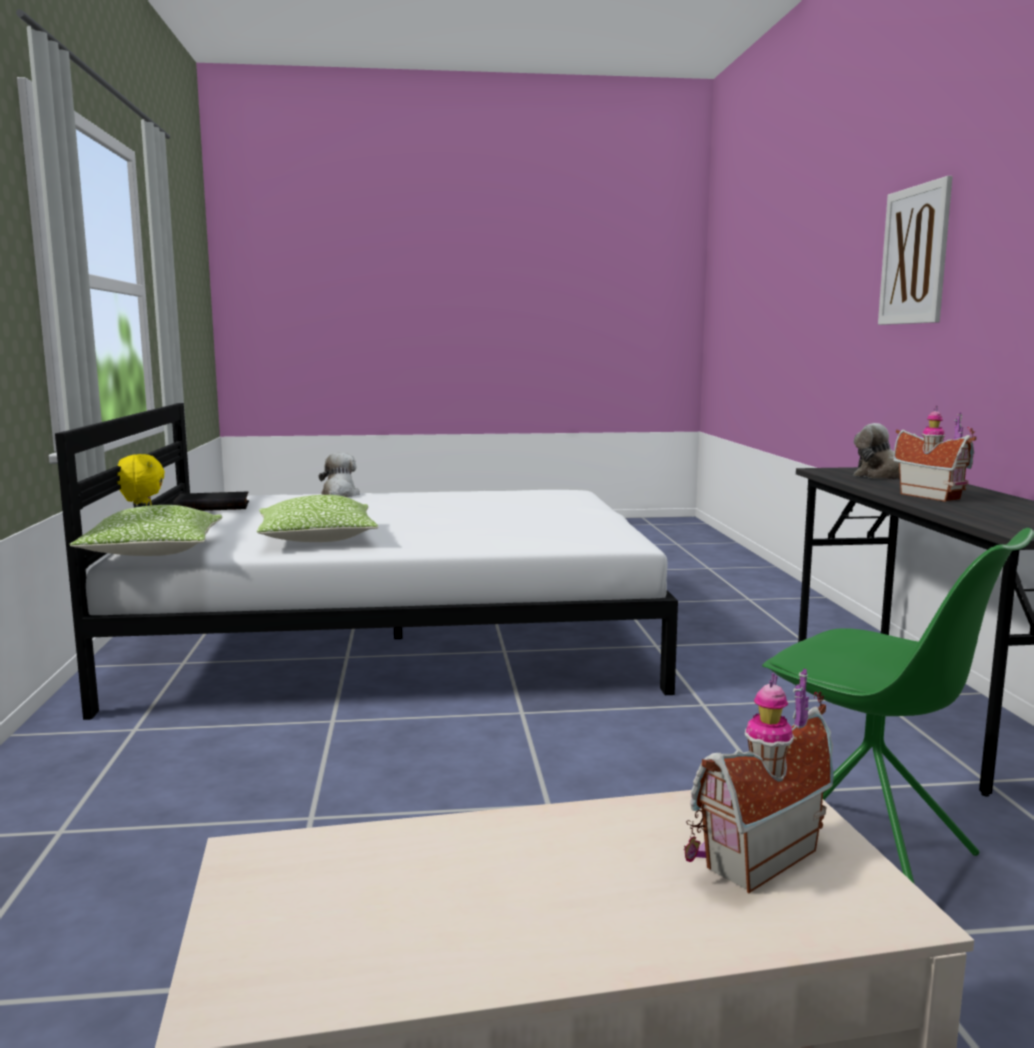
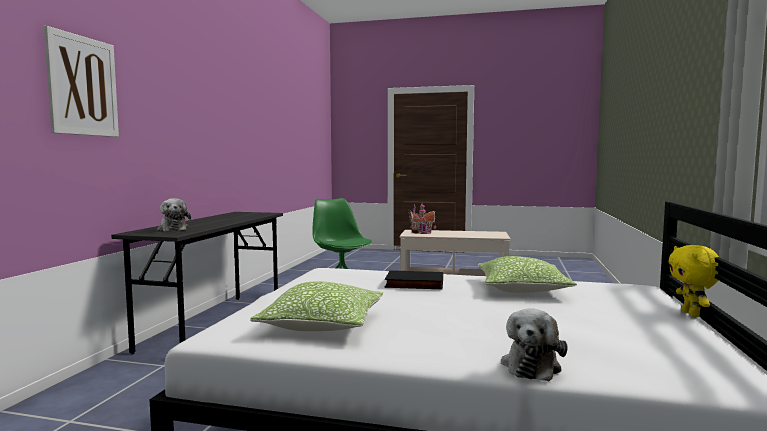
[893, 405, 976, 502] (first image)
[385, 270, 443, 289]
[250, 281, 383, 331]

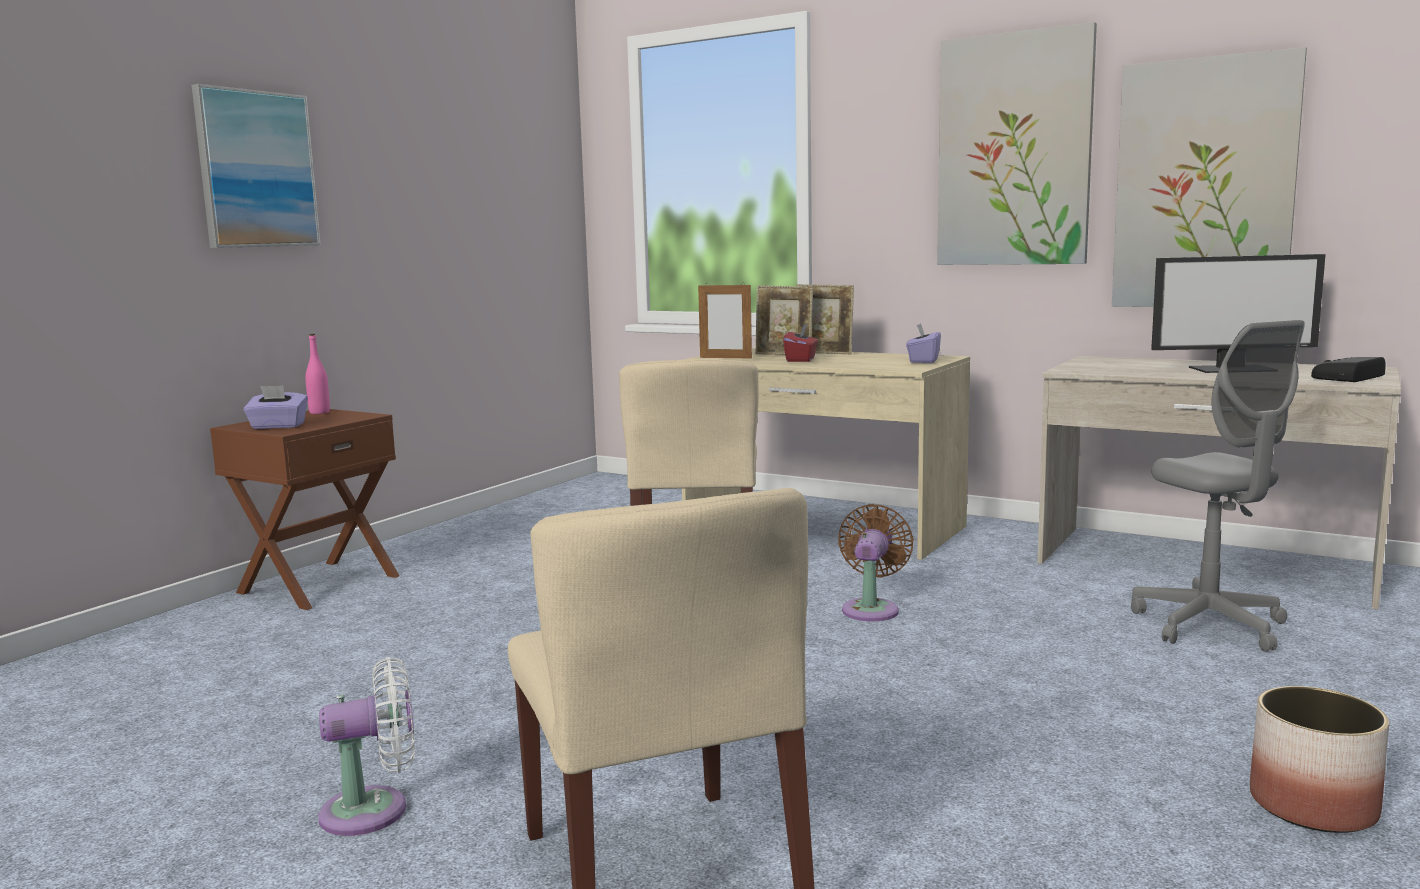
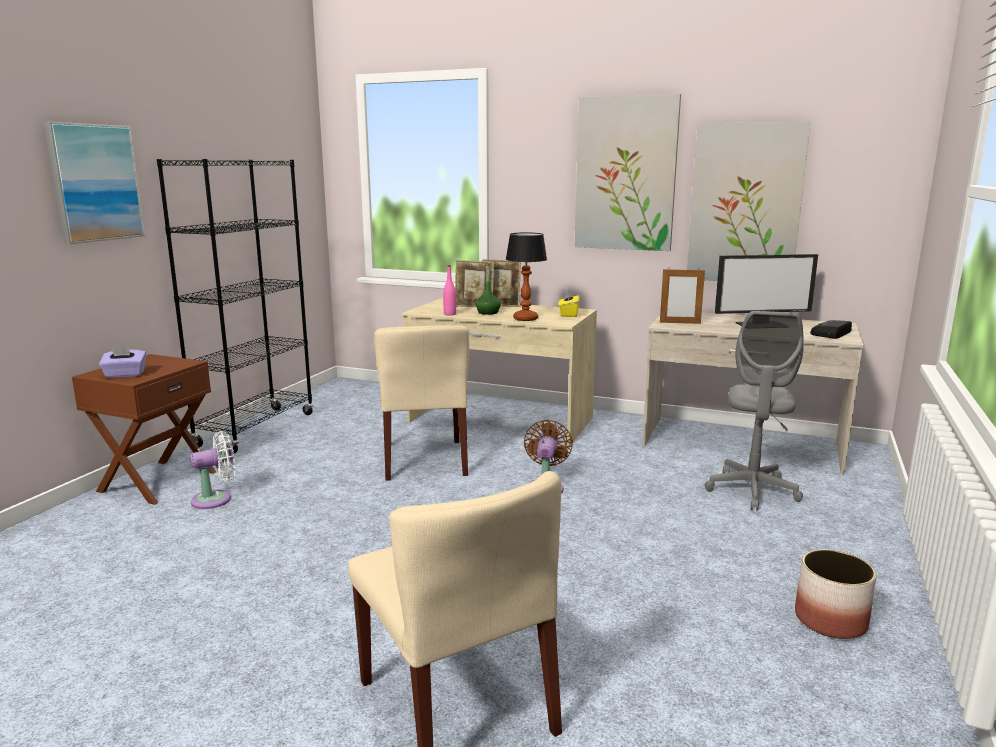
[660, 268, 705, 324]
[705, 311, 804, 511]
[559, 291, 580, 317]
[476, 265, 501, 315]
[443, 265, 456, 316]
[190, 431, 236, 509]
[157, 159, 313, 454]
[506, 232, 547, 321]

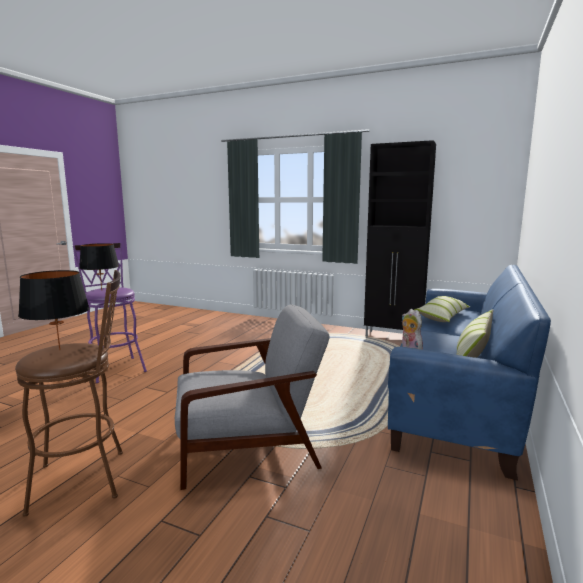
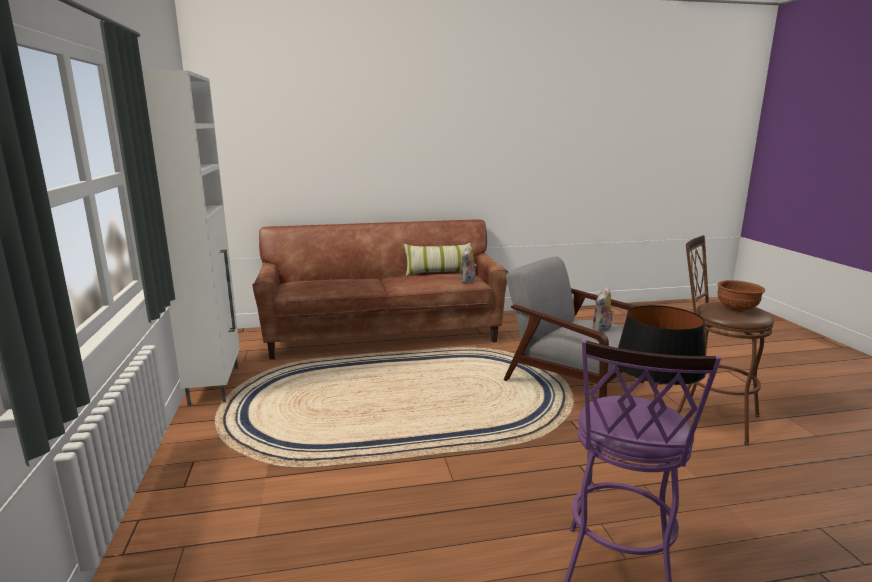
[142, 70, 240, 406]
[253, 220, 508, 359]
[717, 280, 765, 312]
[414, 296, 470, 322] (first image)
[592, 288, 614, 333]

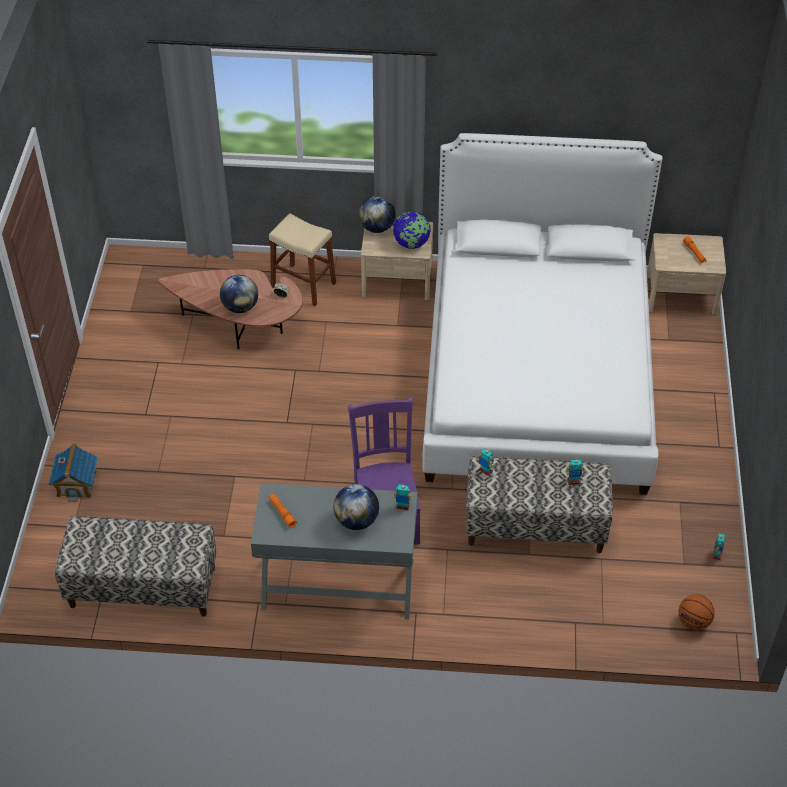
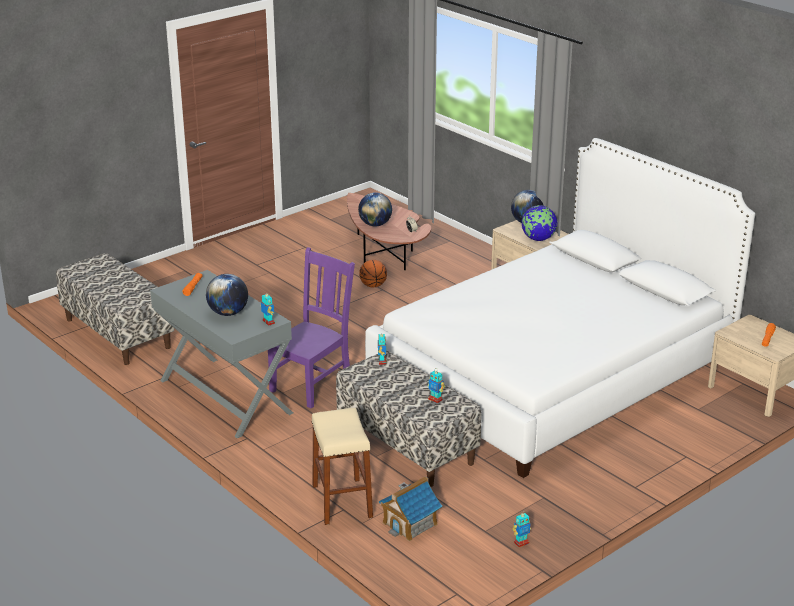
[311, 408, 373, 525]
[379, 476, 442, 542]
[359, 260, 387, 287]

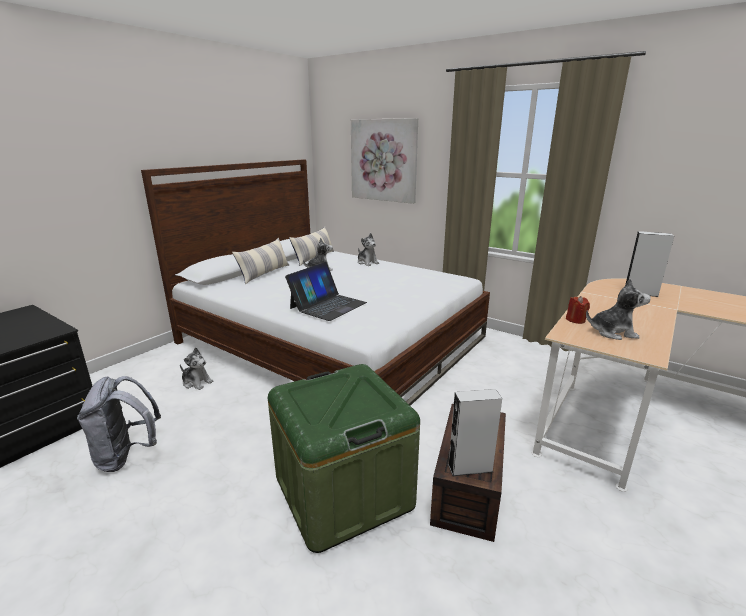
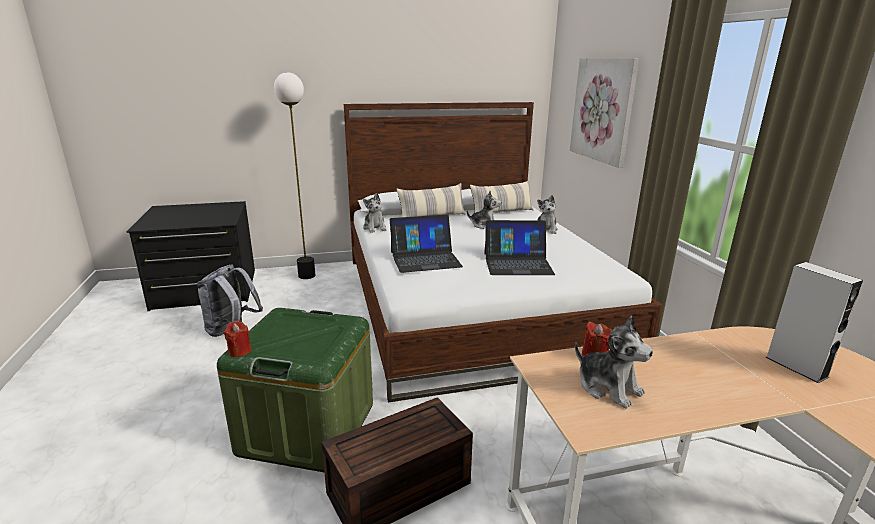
[363, 193, 387, 232]
[448, 389, 502, 476] (first image)
[274, 72, 315, 279]
[484, 220, 555, 275]
[224, 321, 252, 357]

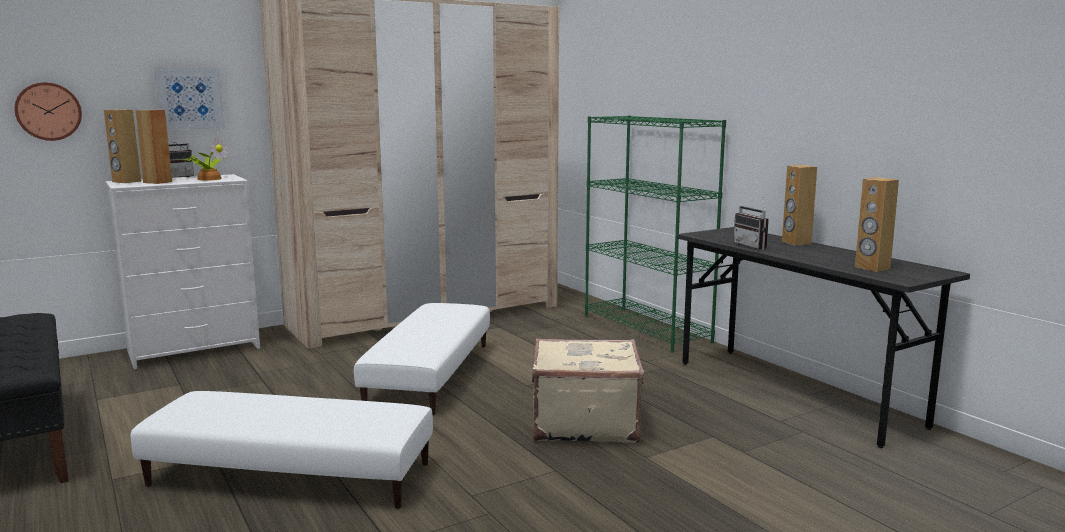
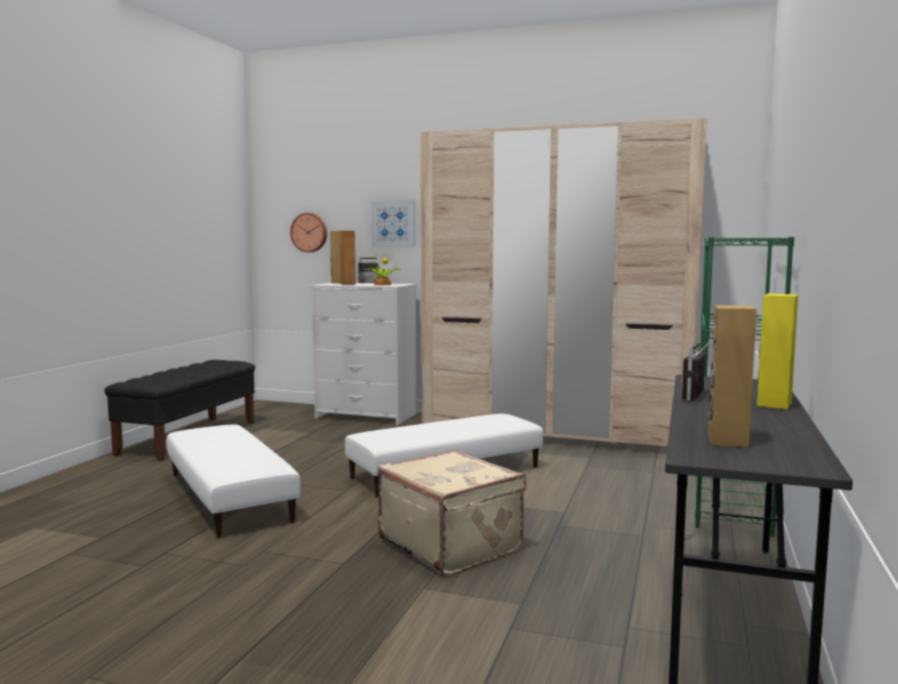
[757, 294, 798, 409]

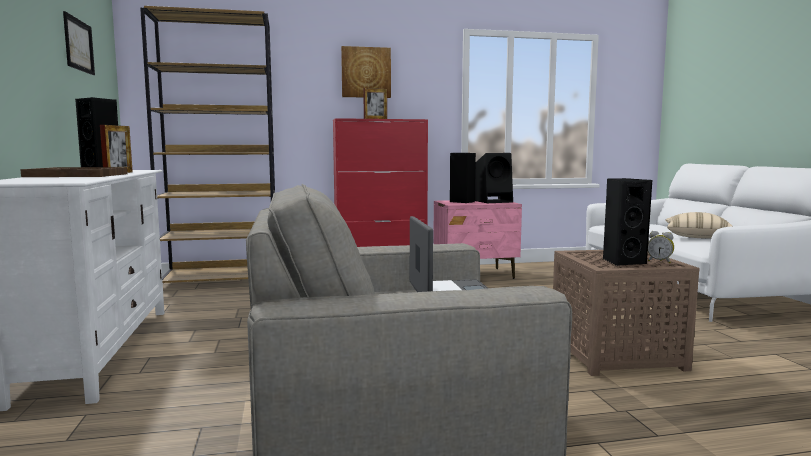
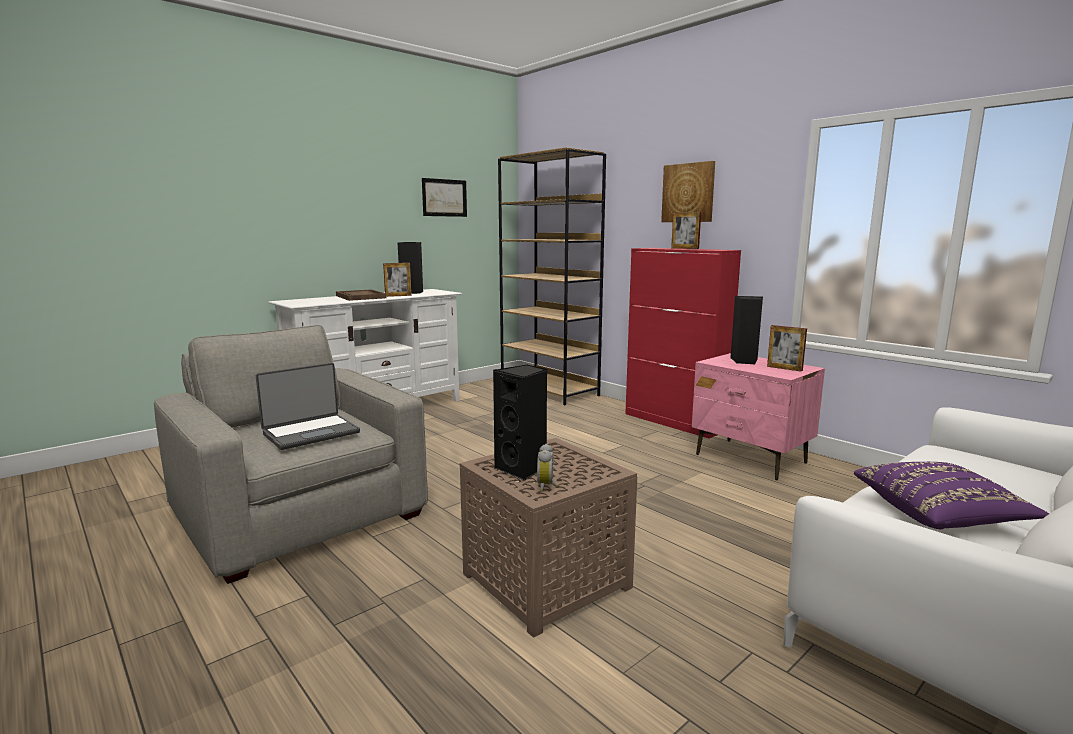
[767, 325, 807, 372]
[854, 462, 1049, 530]

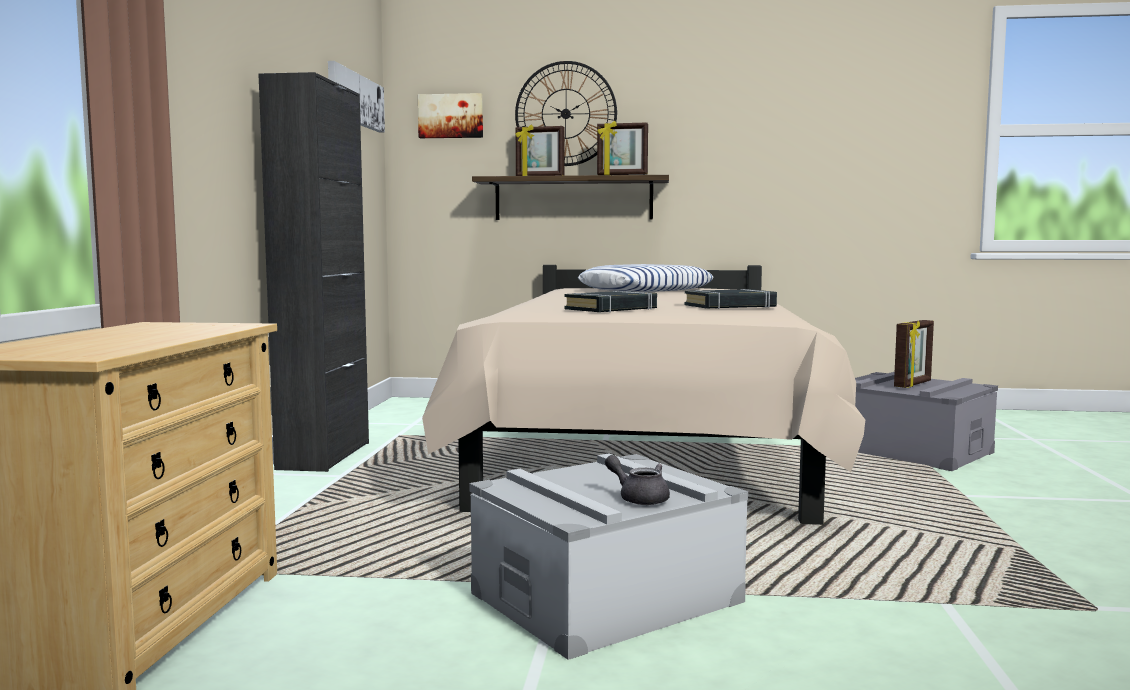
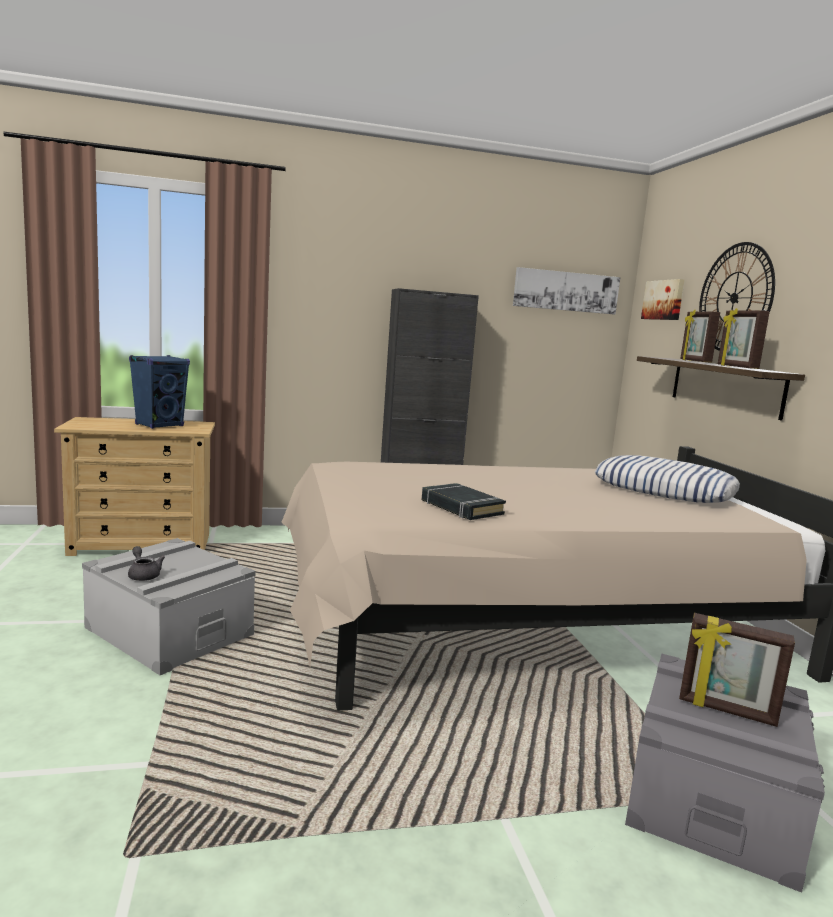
[564, 291, 657, 312] (first image)
[128, 546, 165, 581]
[129, 355, 190, 429]

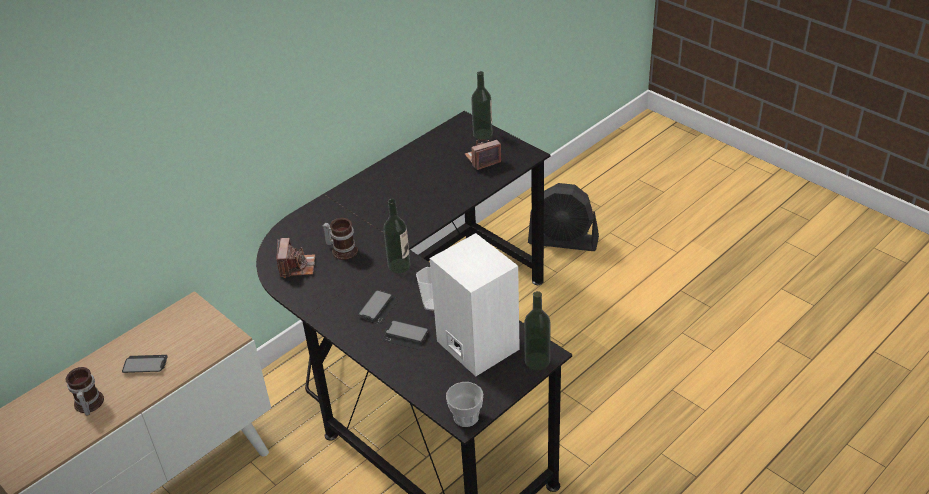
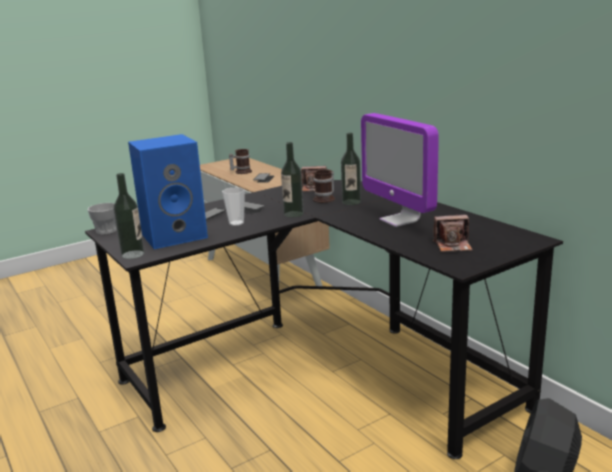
[341, 133, 361, 205]
[433, 214, 473, 252]
[128, 134, 208, 249]
[361, 113, 439, 227]

